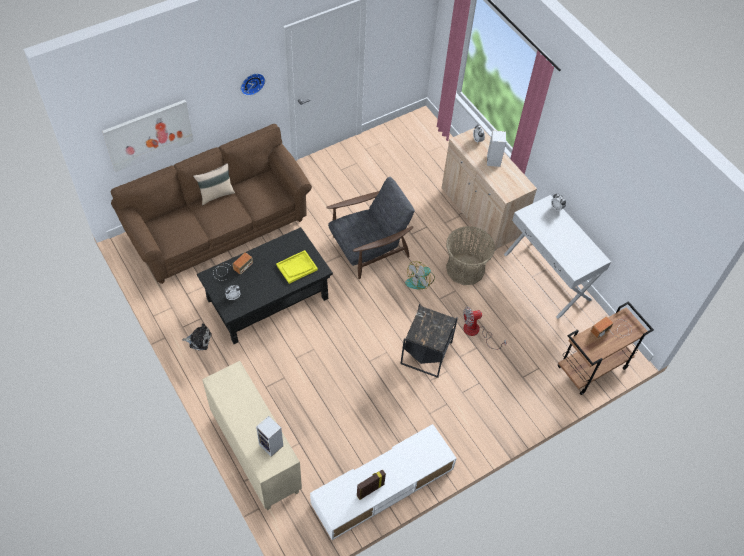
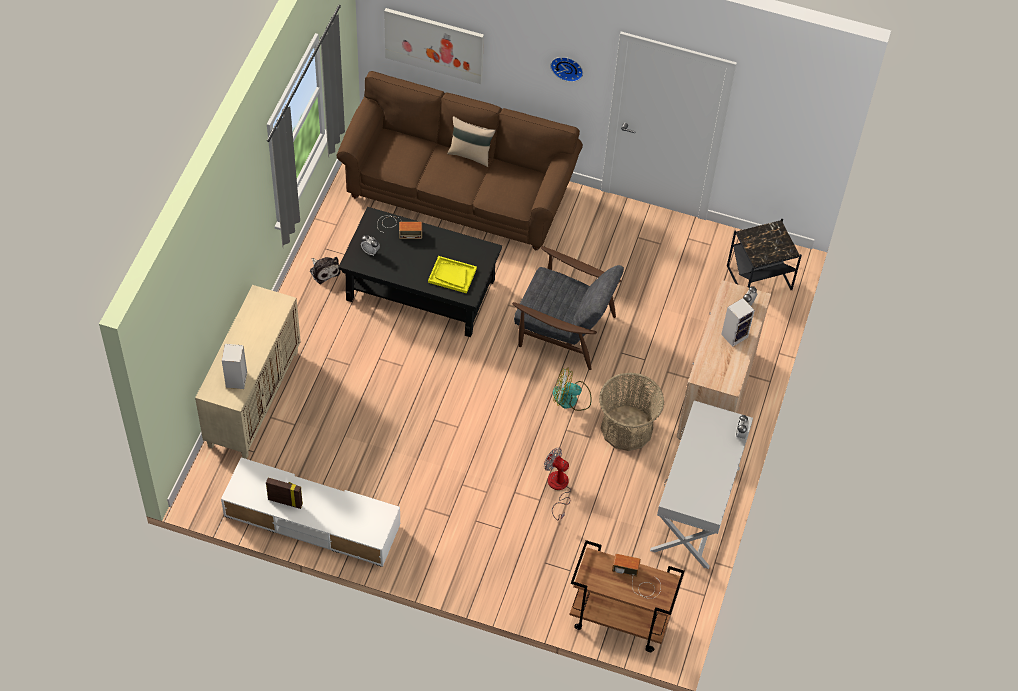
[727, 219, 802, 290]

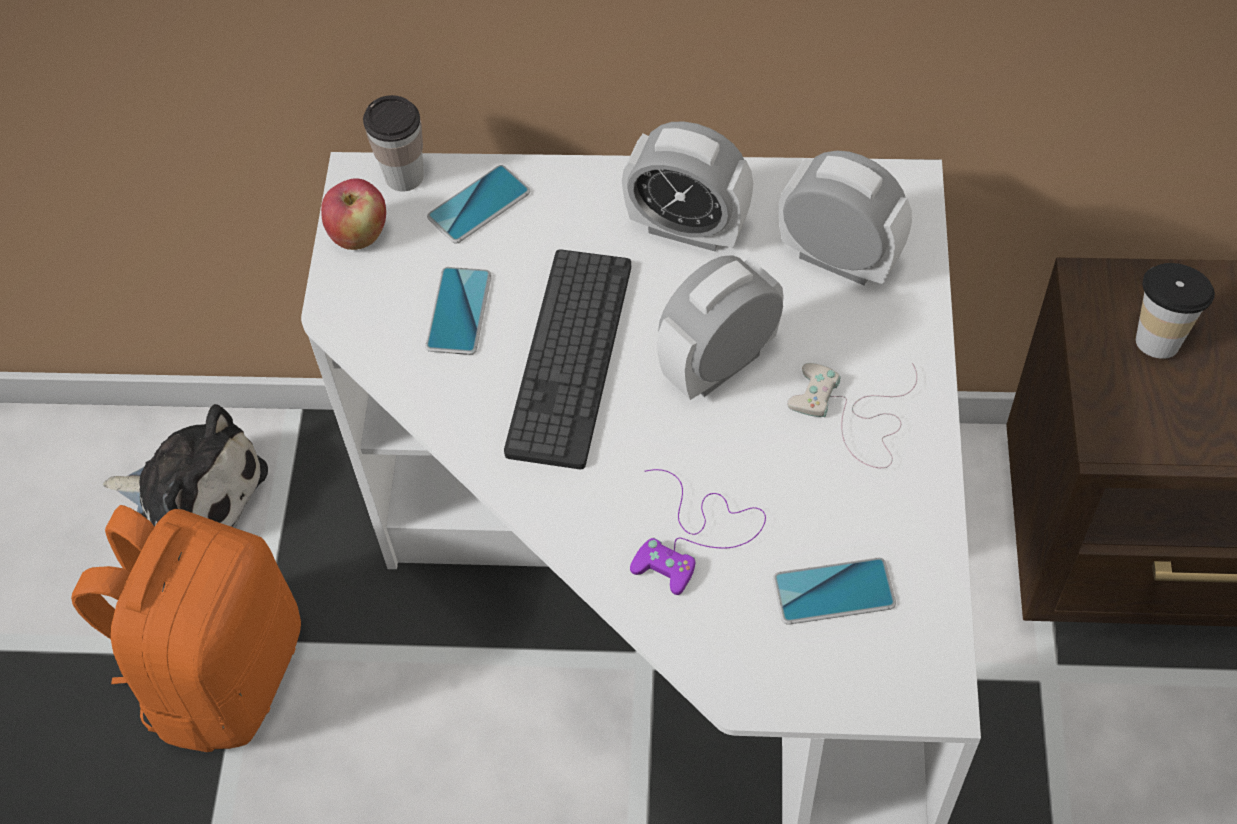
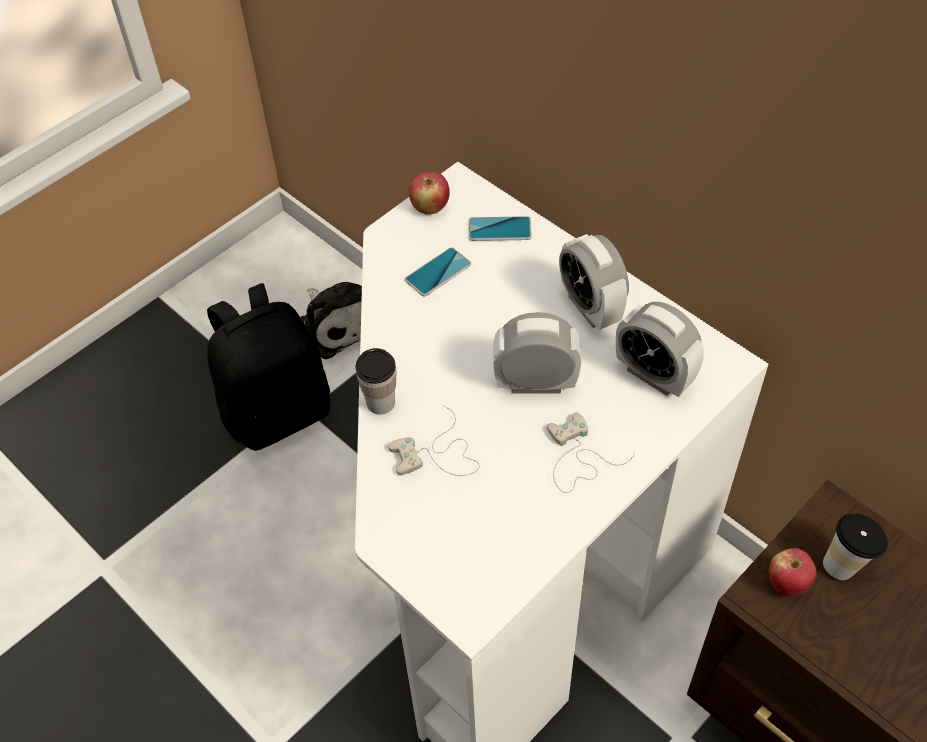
[355, 348, 396, 415]
[616, 302, 704, 397]
[504, 249, 631, 469] (first image)
[388, 406, 480, 476]
[207, 283, 330, 451]
[773, 558, 896, 625] (first image)
[769, 548, 816, 596]

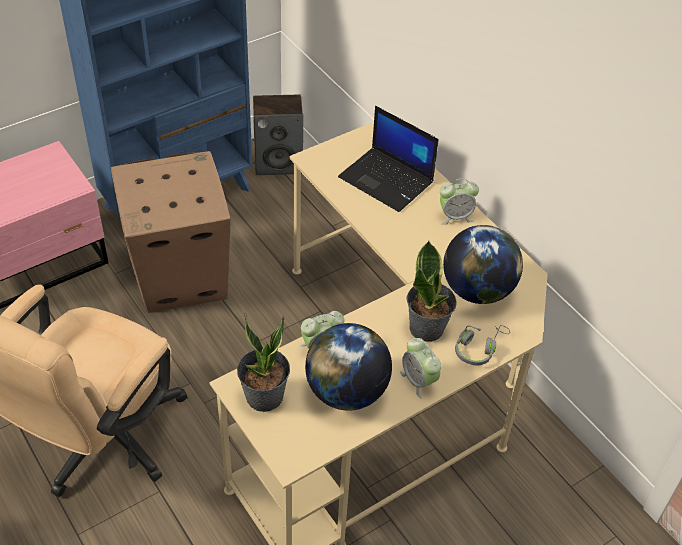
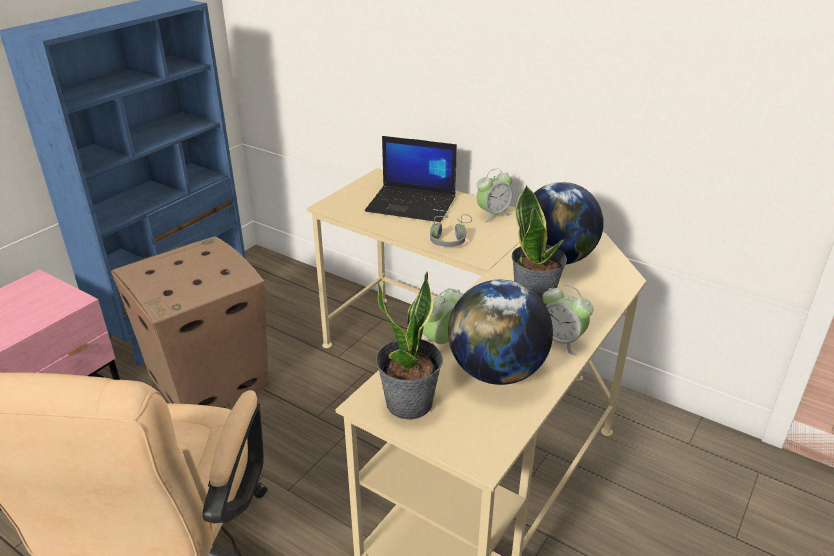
[253, 95, 303, 175] (first image)
[430, 214, 472, 247]

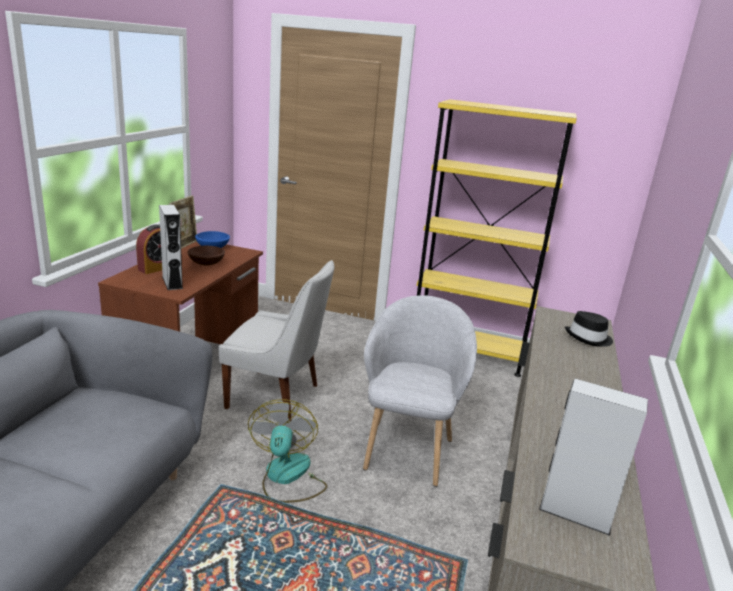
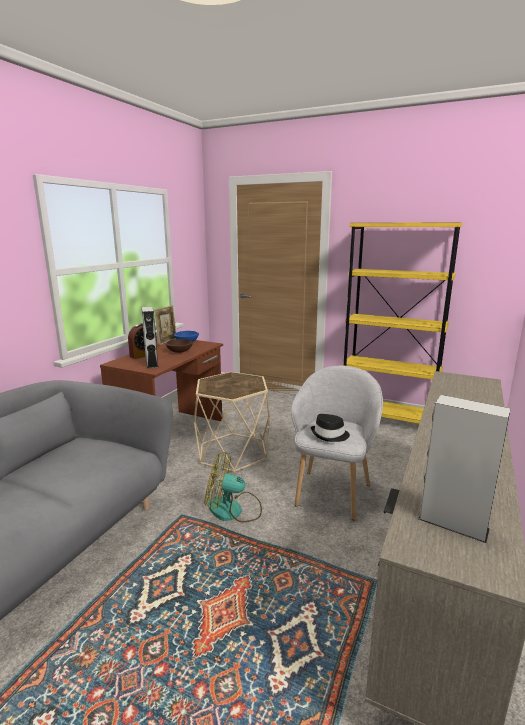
[194, 372, 270, 473]
[311, 414, 350, 442]
[205, 452, 262, 523]

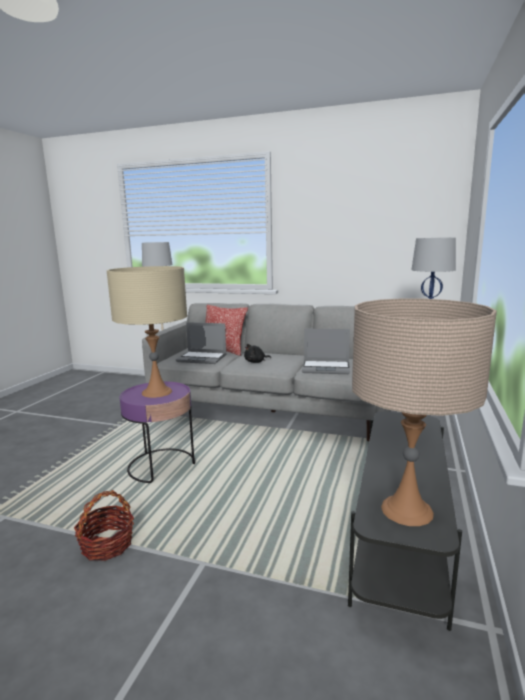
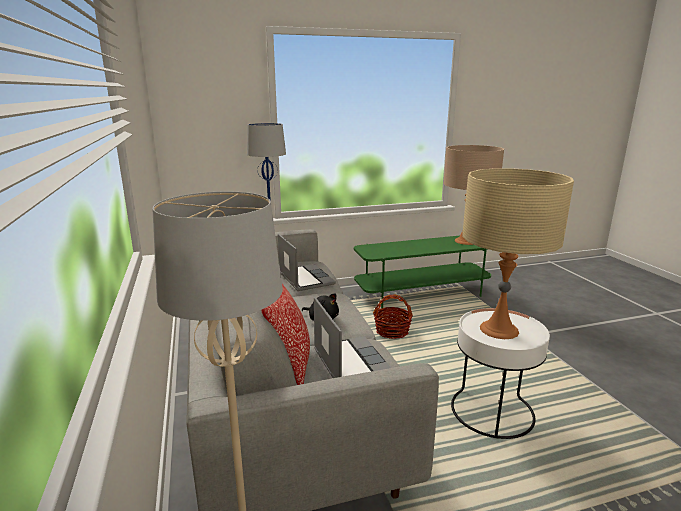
[451, 308, 550, 439]
[354, 236, 491, 308]
[373, 294, 413, 339]

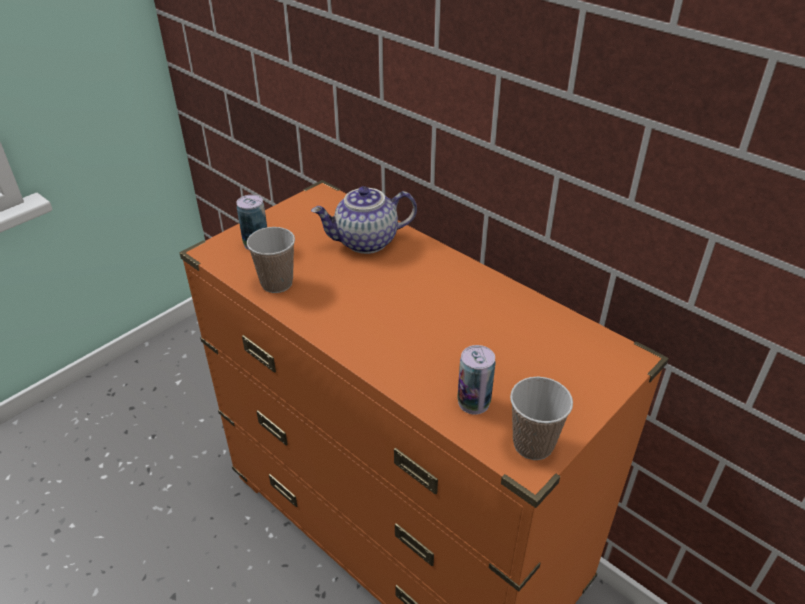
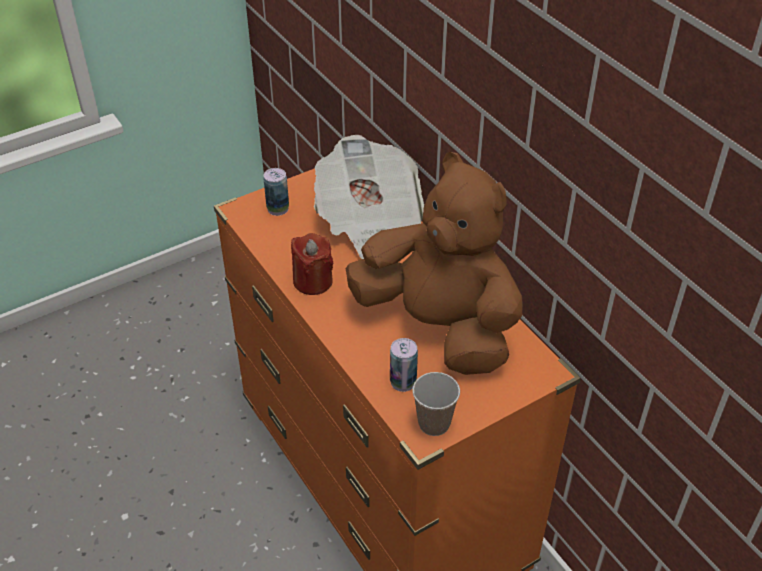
[314, 135, 424, 259]
[247, 227, 295, 293] (first image)
[346, 152, 523, 375]
[291, 233, 333, 295]

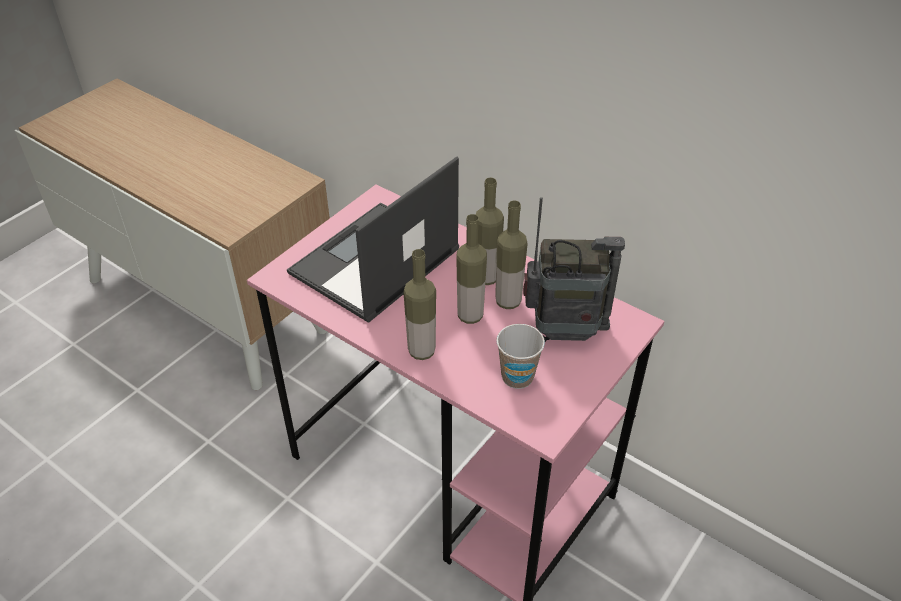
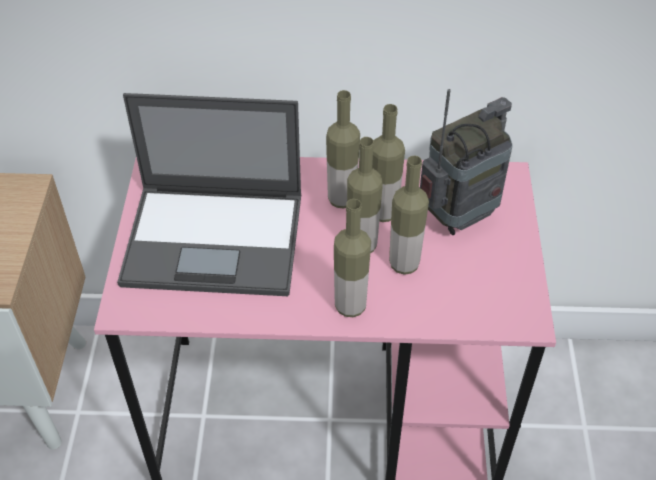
[117, 93, 301, 296]
[497, 324, 545, 389] (first image)
[389, 156, 429, 275]

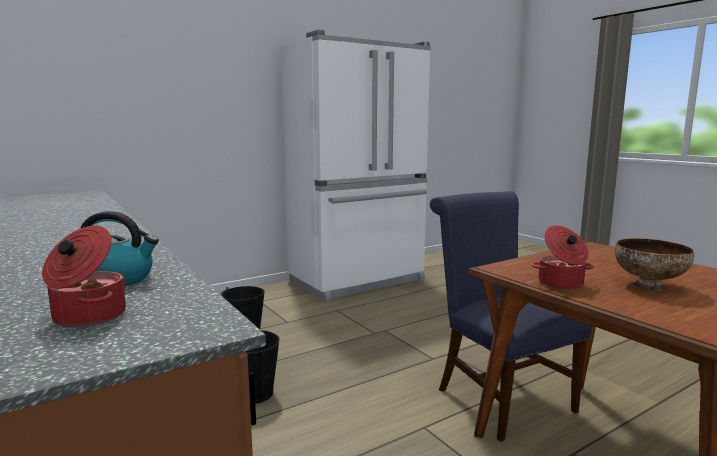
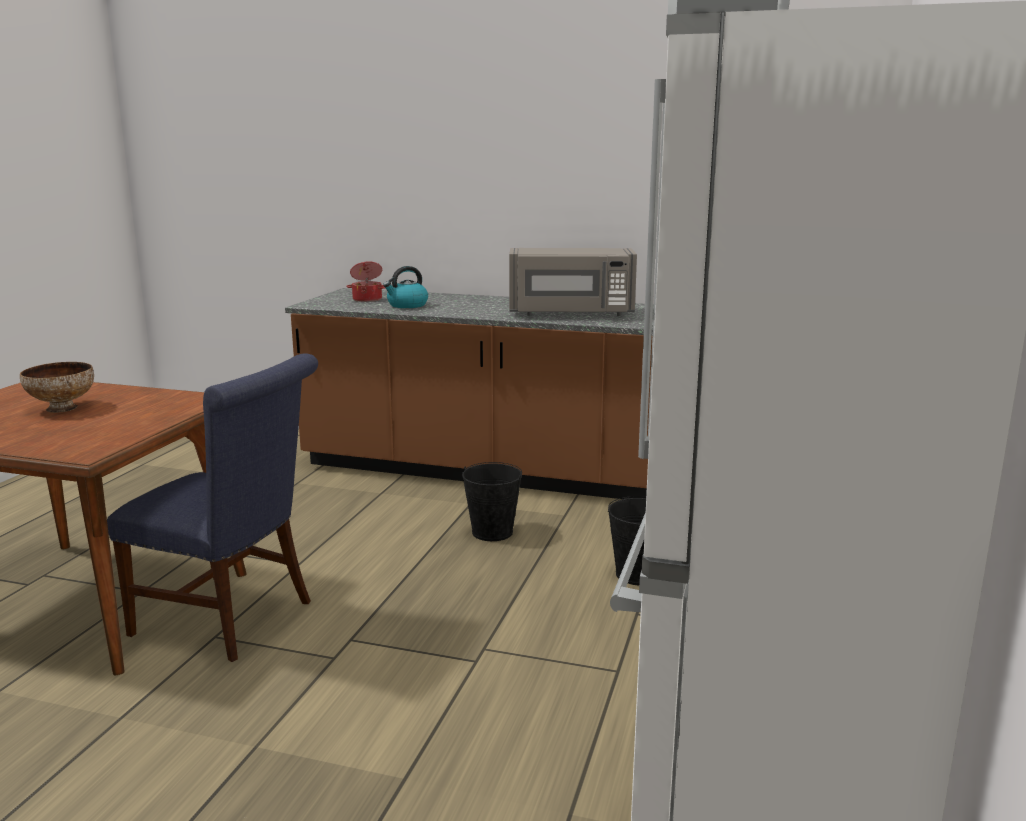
[531, 226, 594, 290] (first image)
[509, 248, 637, 316]

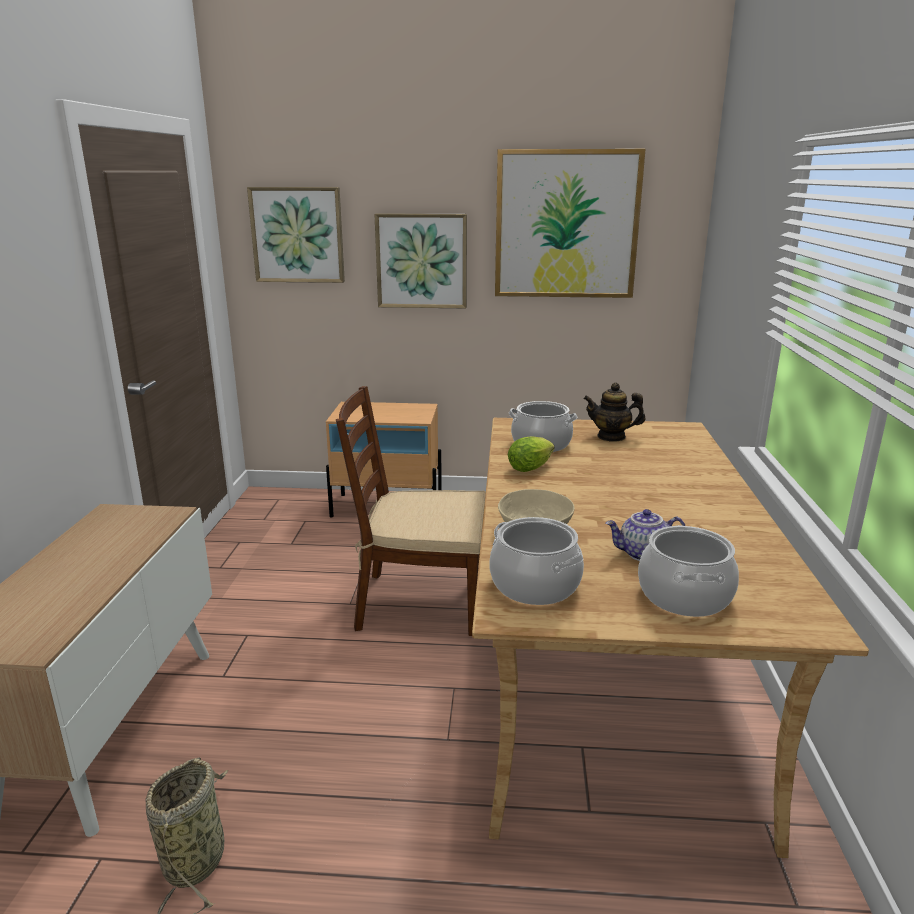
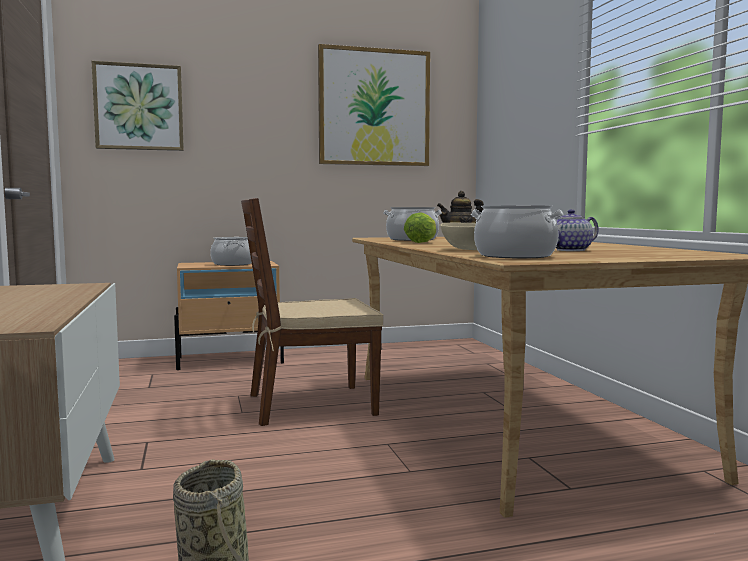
[374, 214, 467, 308] (first image)
[210, 237, 252, 266]

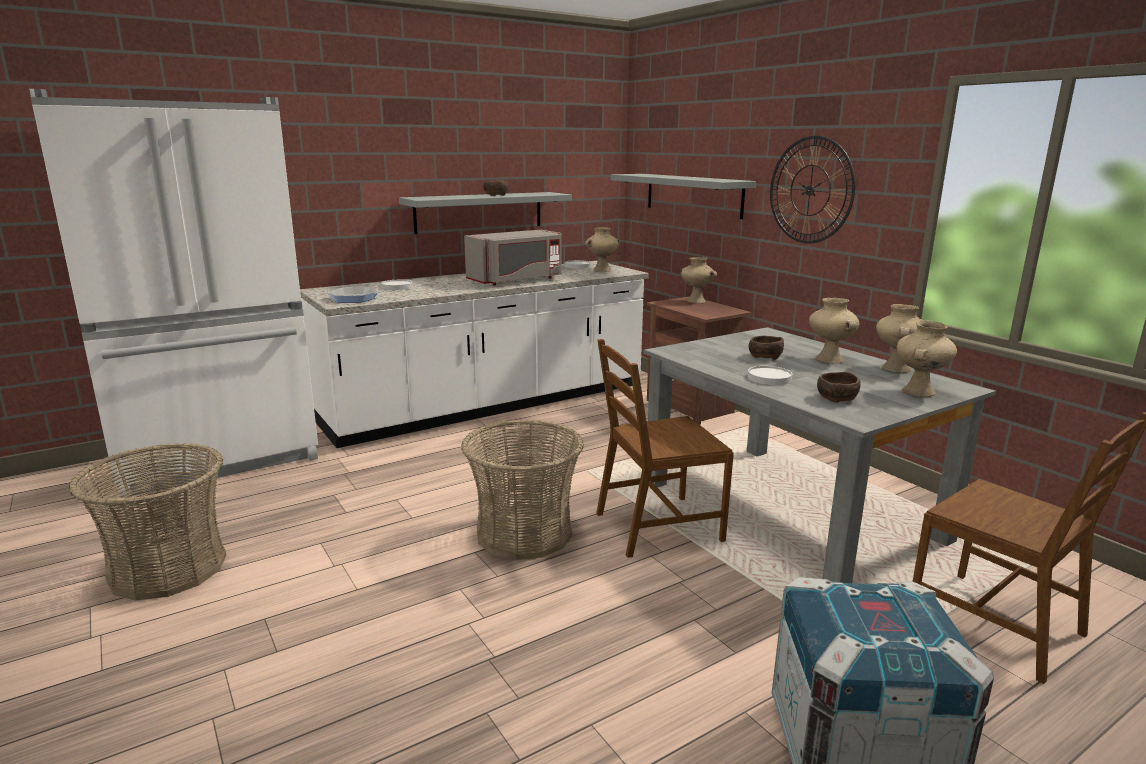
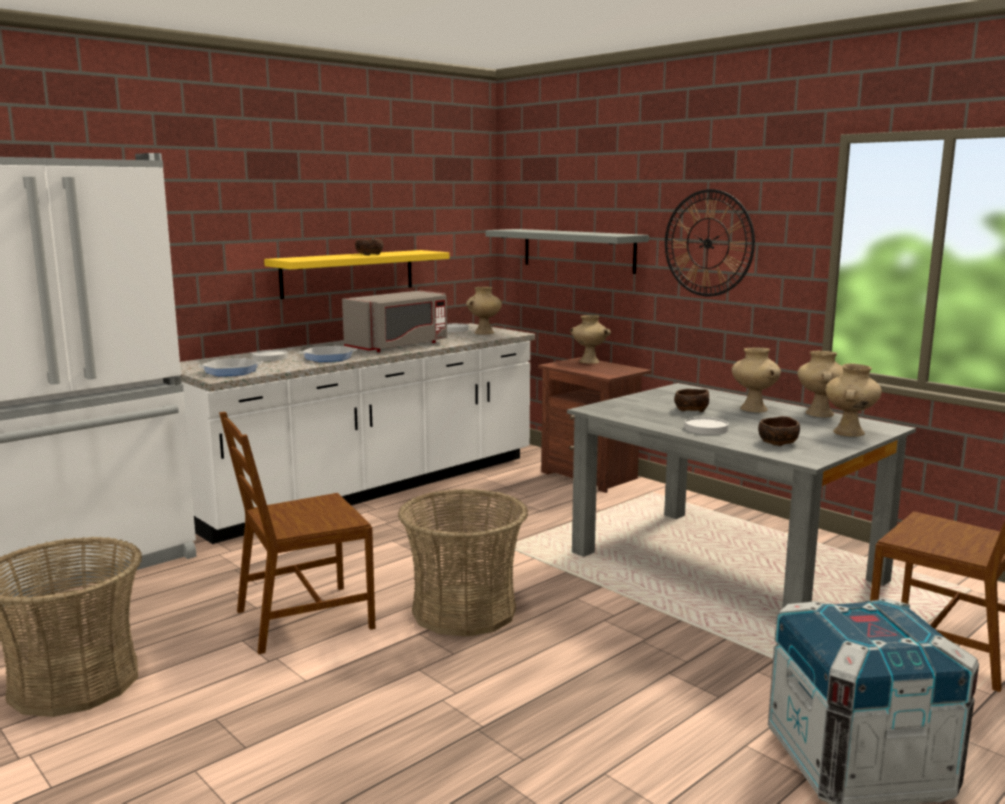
[264, 250, 450, 299]
[219, 412, 376, 654]
[299, 346, 357, 362]

